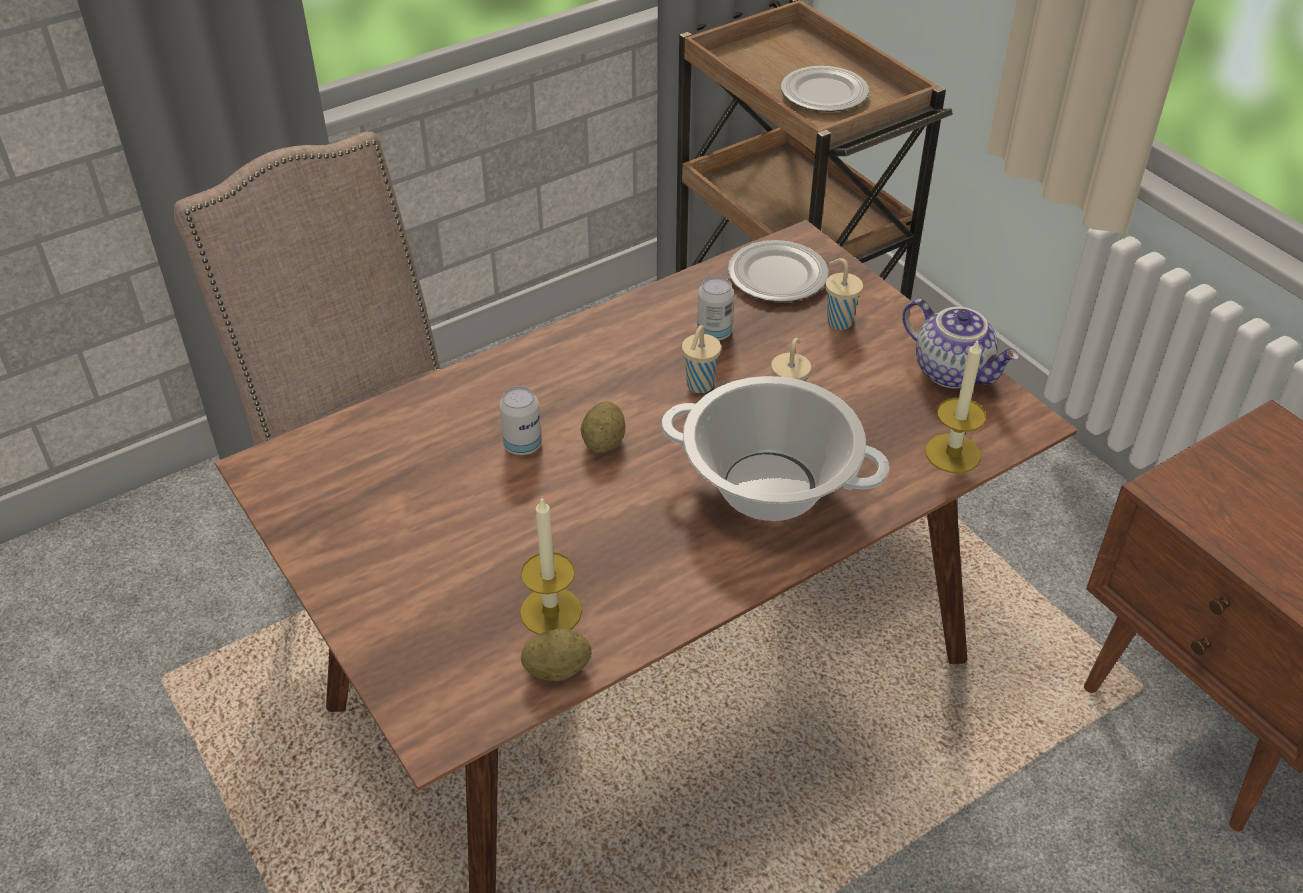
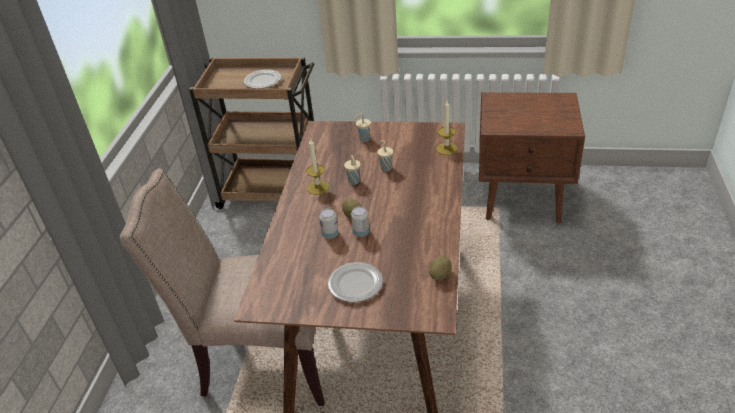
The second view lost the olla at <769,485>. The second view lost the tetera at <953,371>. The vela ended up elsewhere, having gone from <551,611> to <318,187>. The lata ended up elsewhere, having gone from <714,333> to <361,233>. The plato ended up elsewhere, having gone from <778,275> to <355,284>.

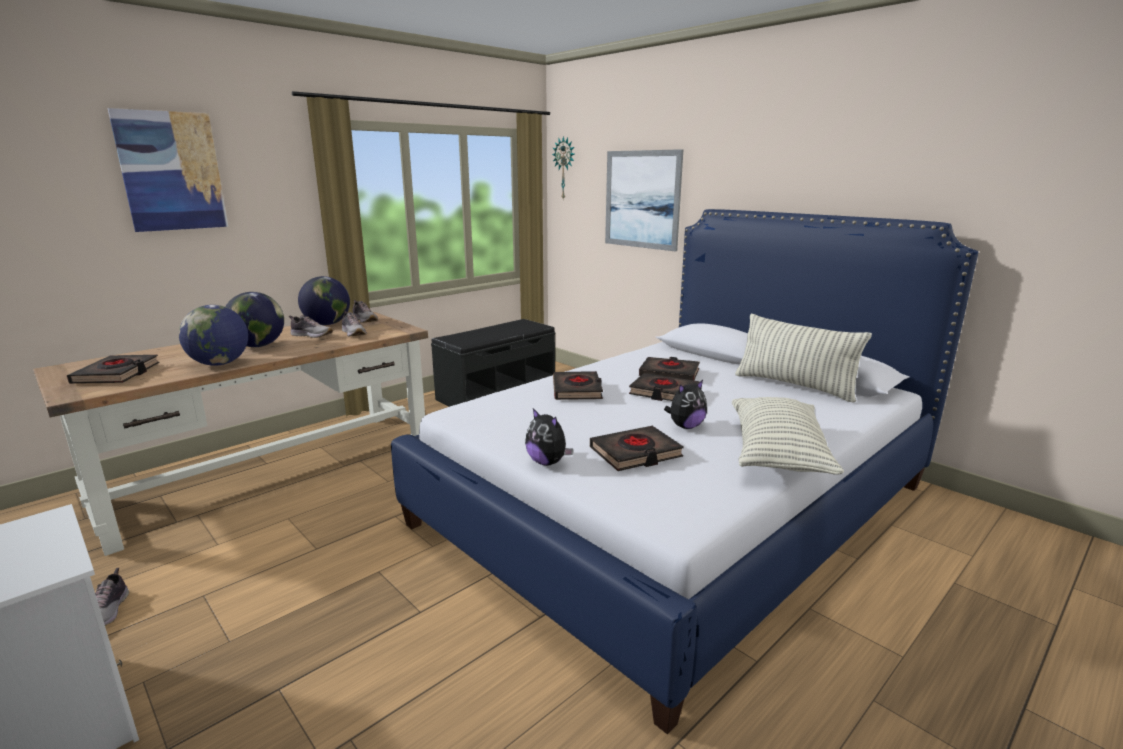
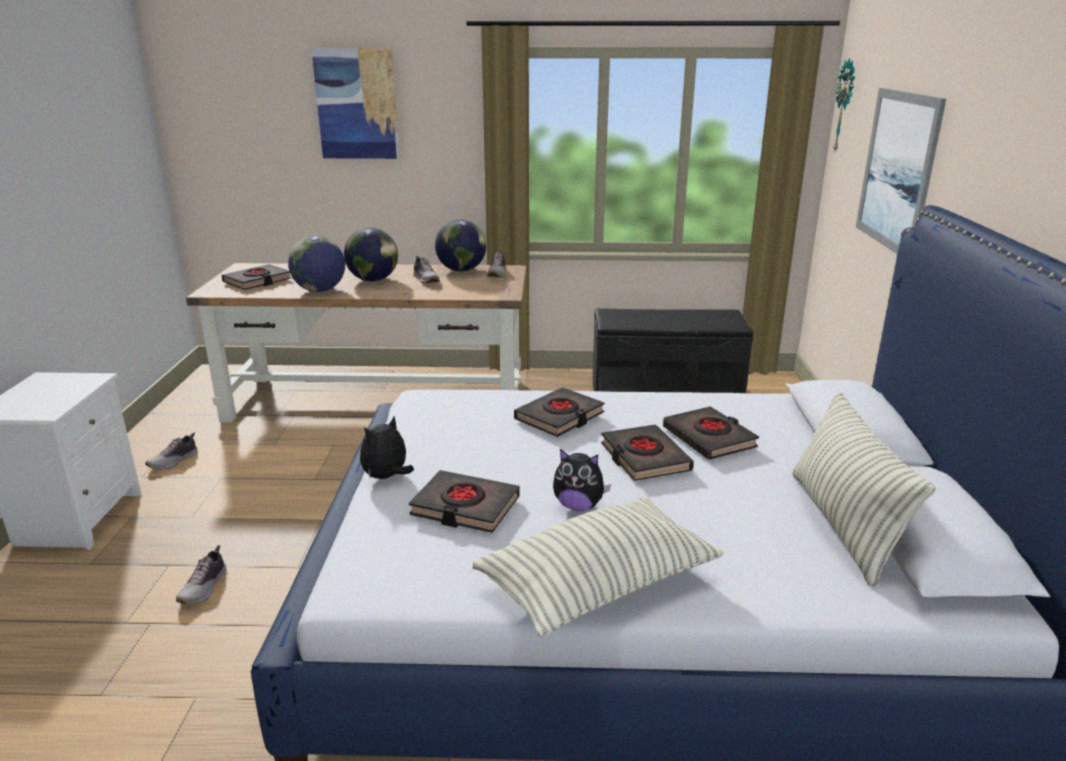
The zapato ended up elsewhere, having gone from <354,333> to <204,588>. The peluche at <547,462> ended up facing another way, 45 degrees clockwise from before.

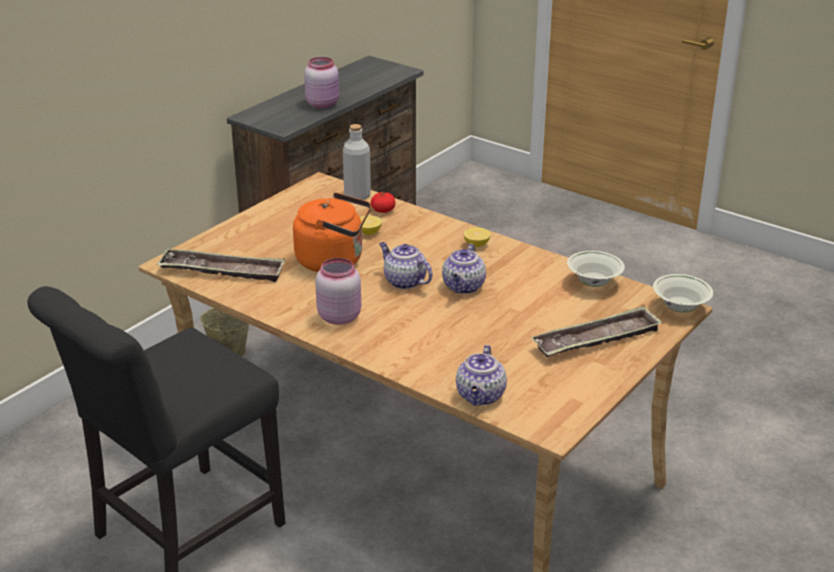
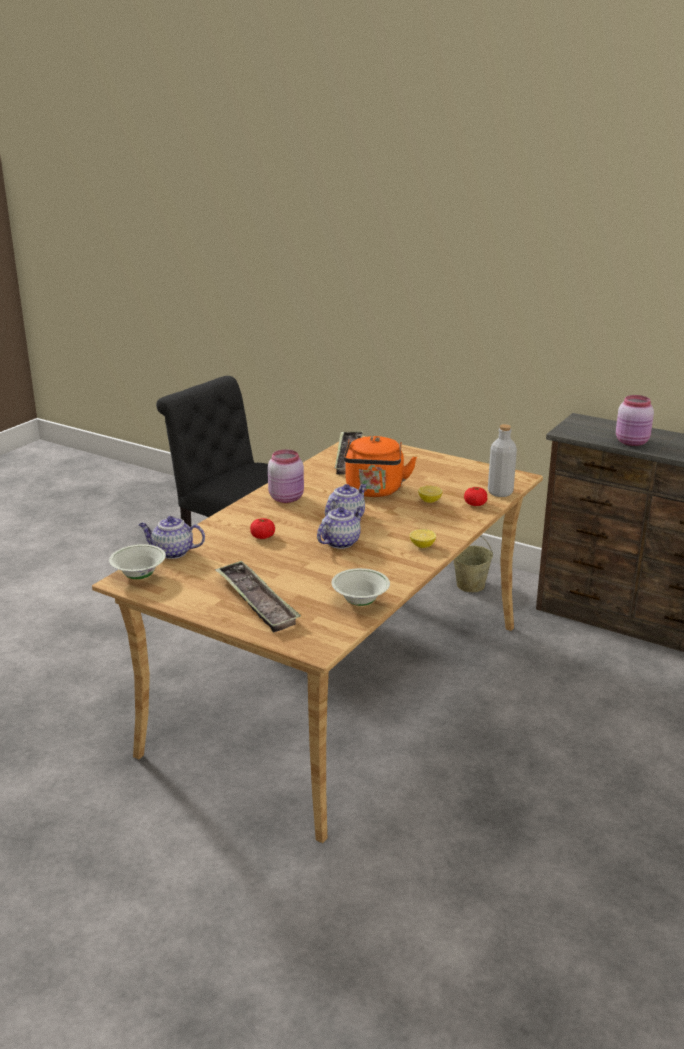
The second view gained the tomate at <262,537>. The cuenco (blanco) ended up elsewhere, having gone from <680,308> to <139,576>. The tetera at <463,287> ended up facing another way, 120 degrees clockwise from before.

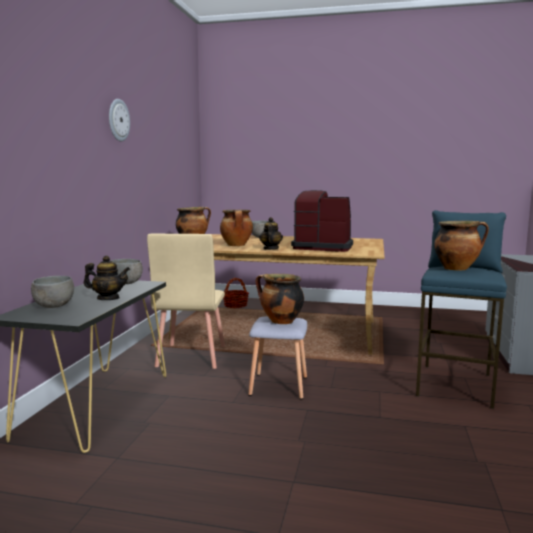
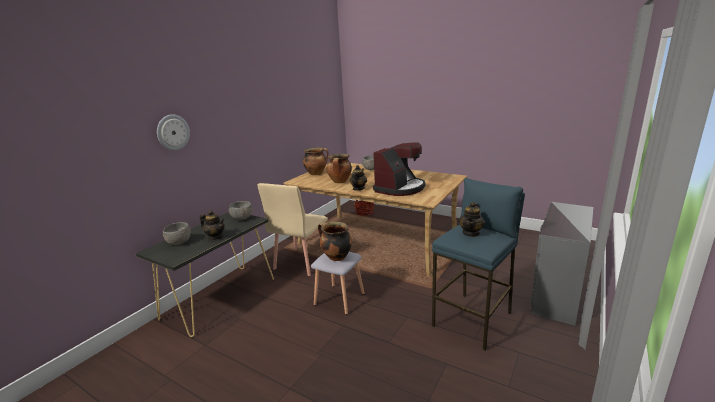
The reloj de pared ended up elsewhere, having gone from <118,120> to <173,132>. Where the olla stood at <457,268>, the tetera came to stand at <471,233>. The cafetera at <322,247> ended up facing another way, 90 degrees clockwise from before.

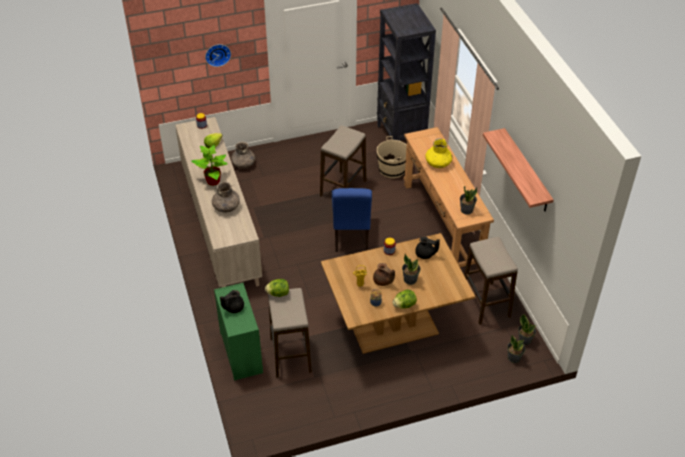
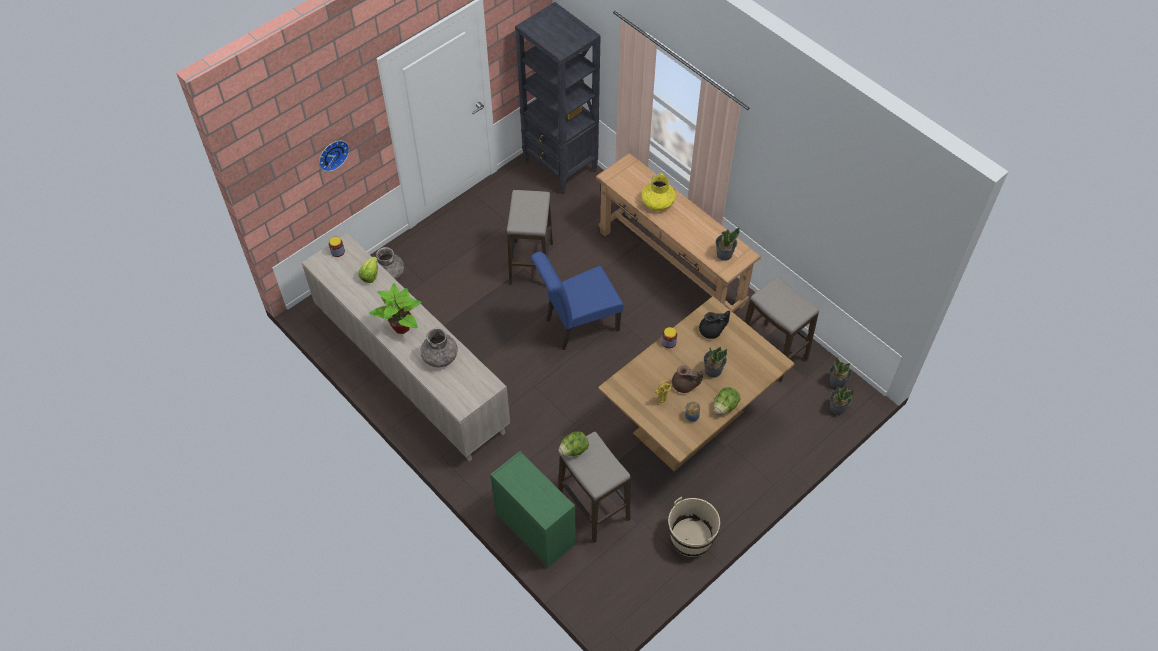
The second view lost the tetera (negro) at <233,308>. The second view lost the estante at <526,171>. The cubo (beis) ended up elsewhere, having gone from <392,169> to <691,538>. The silla (azul) at <351,237> ended up facing another way, 90 degrees clockwise from before.

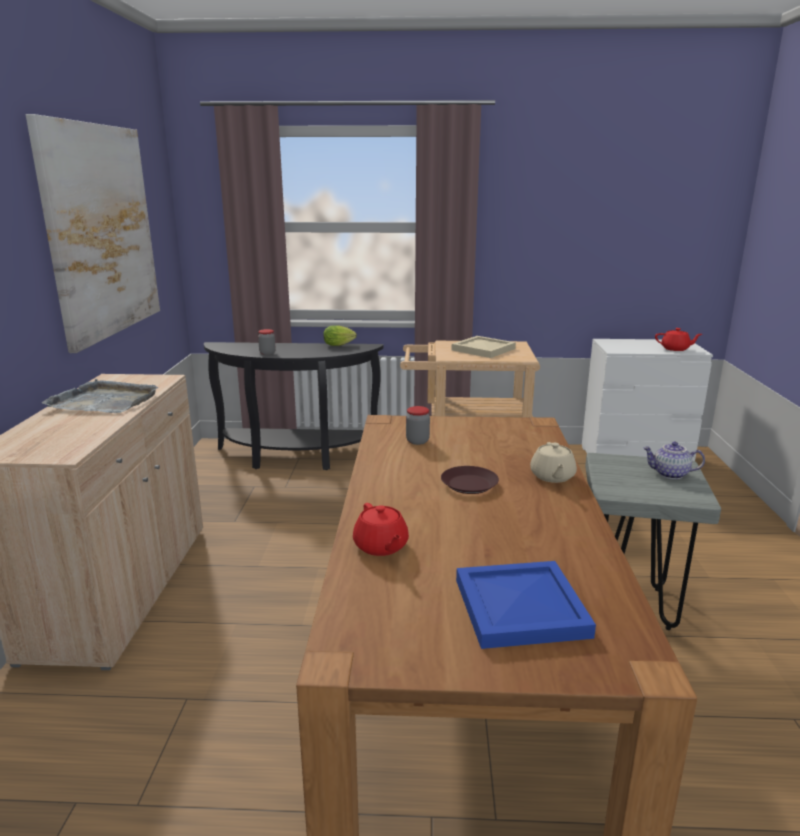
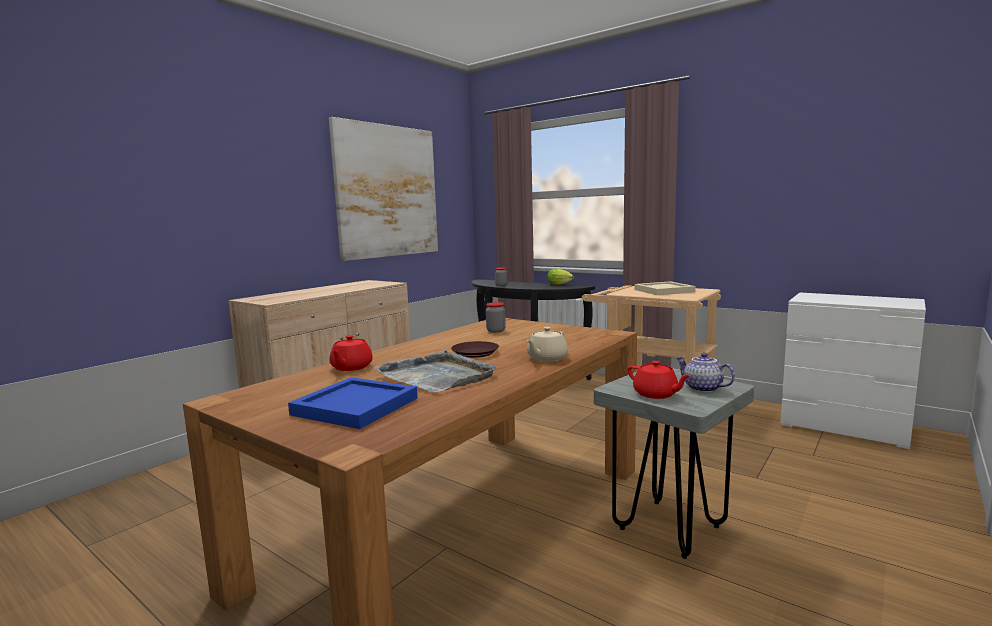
The bandeja (gris) ended up elsewhere, having gone from <104,401> to <438,376>. The tetera (rojo) ended up elsewhere, having gone from <675,349> to <656,394>.

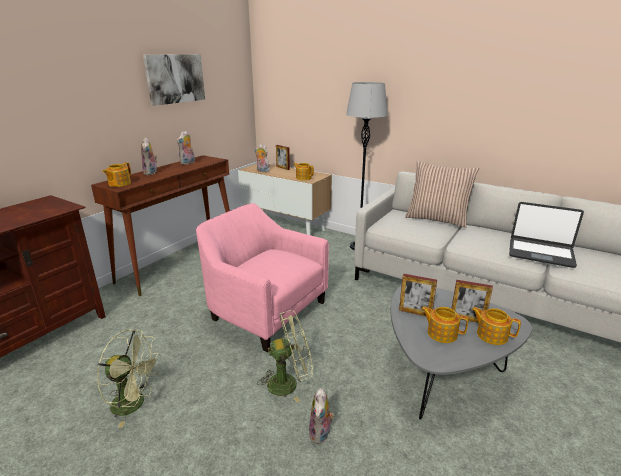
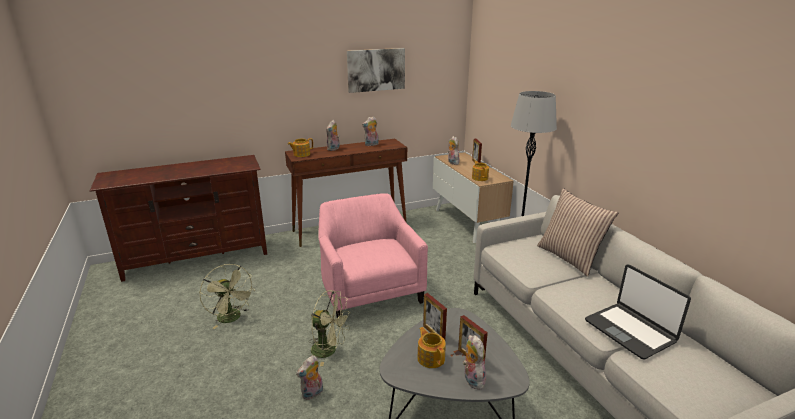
Where the tetera stood at <491,335>, the peluche came to stand at <472,379>.

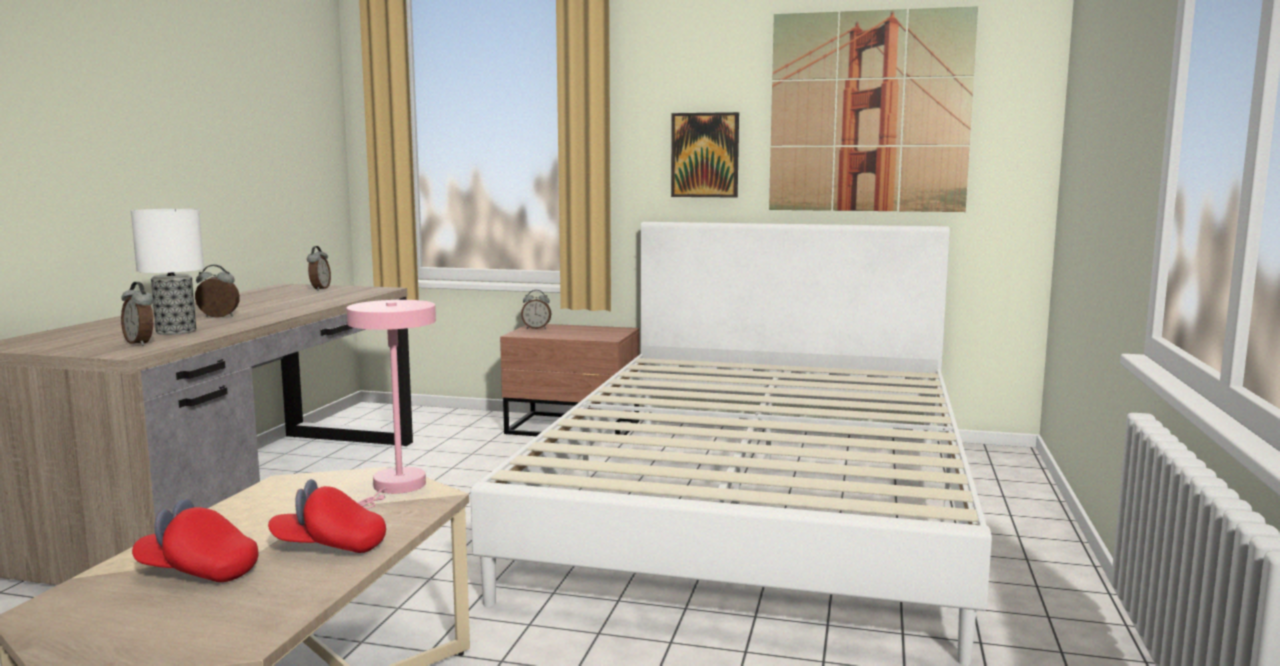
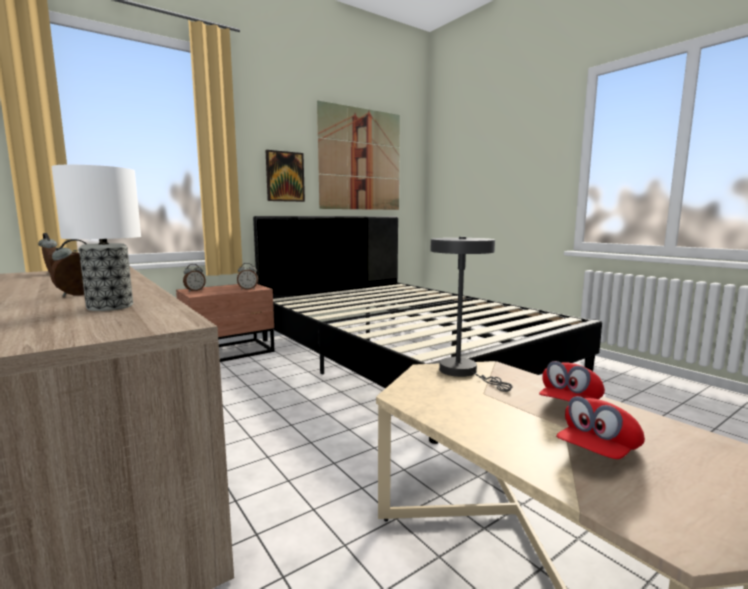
The despertador ended up elsewhere, having gone from <141,343> to <248,289>. What was the lámpara de mesa (rosa) at <395,488> turned into the lámpara de mesa (gris) at <463,372>. What was the cama (blanco) at <759,505> turned into the cama (negro) at <405,356>.

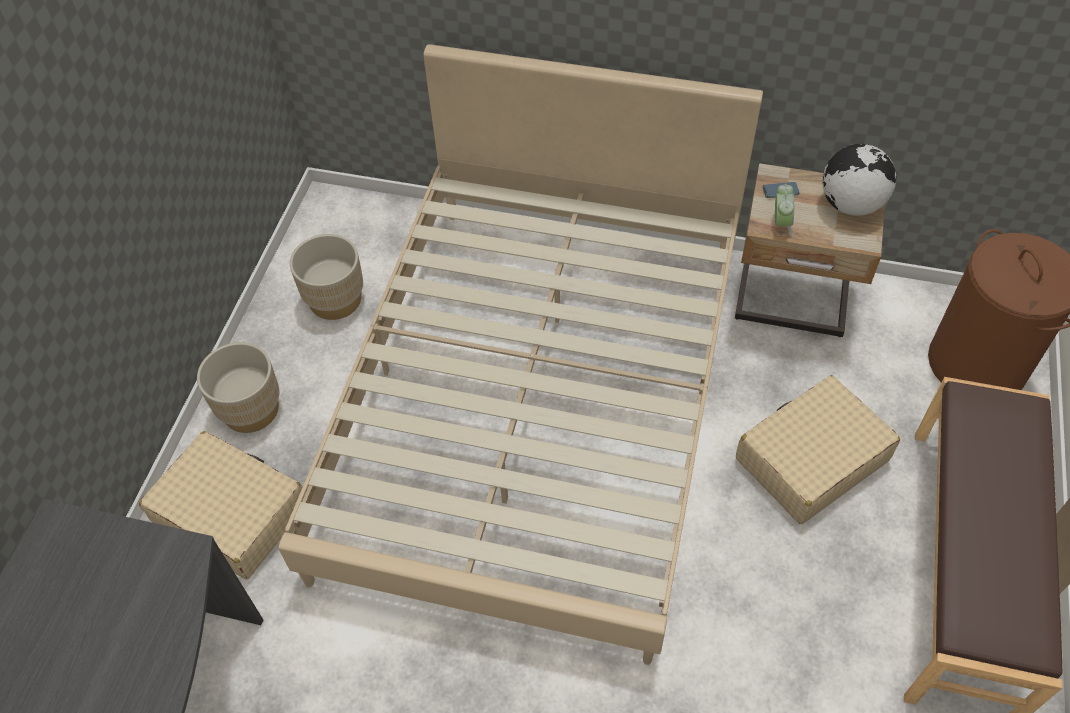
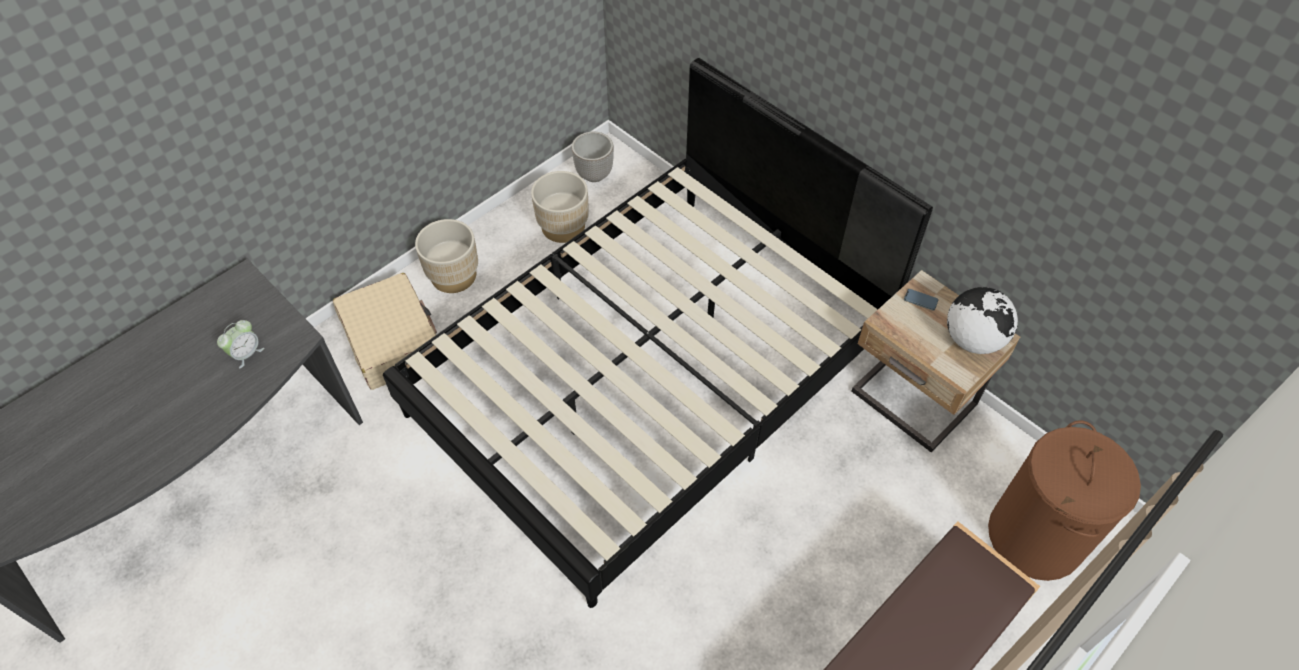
The second view lost the maleta (beis) at <811,460>. The second view gained the maceta at <594,175>. The despertador ended up elsewhere, having gone from <781,223> to <246,354>. What was the cama (beis) at <538,404> turned into the cama (negro) at <650,376>.

